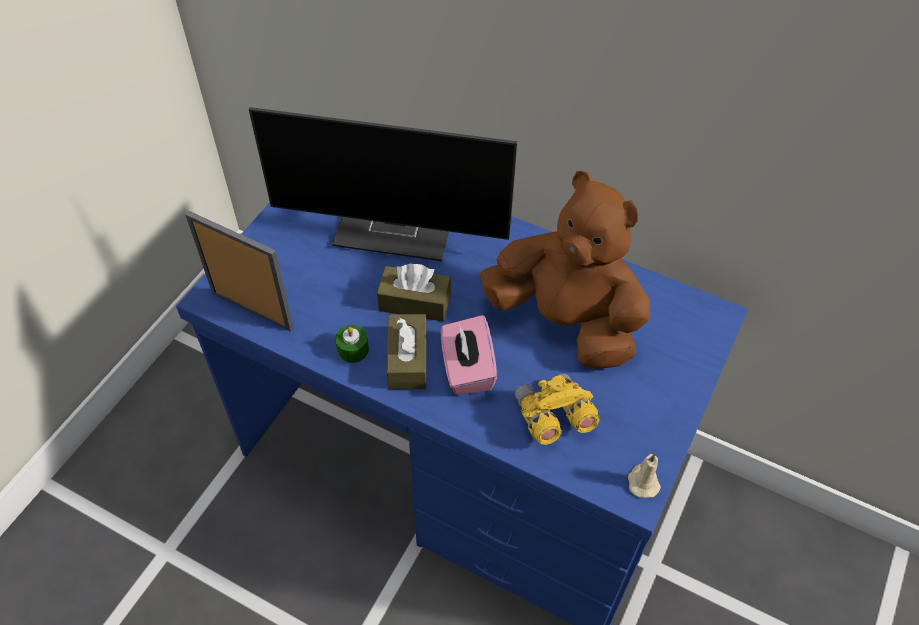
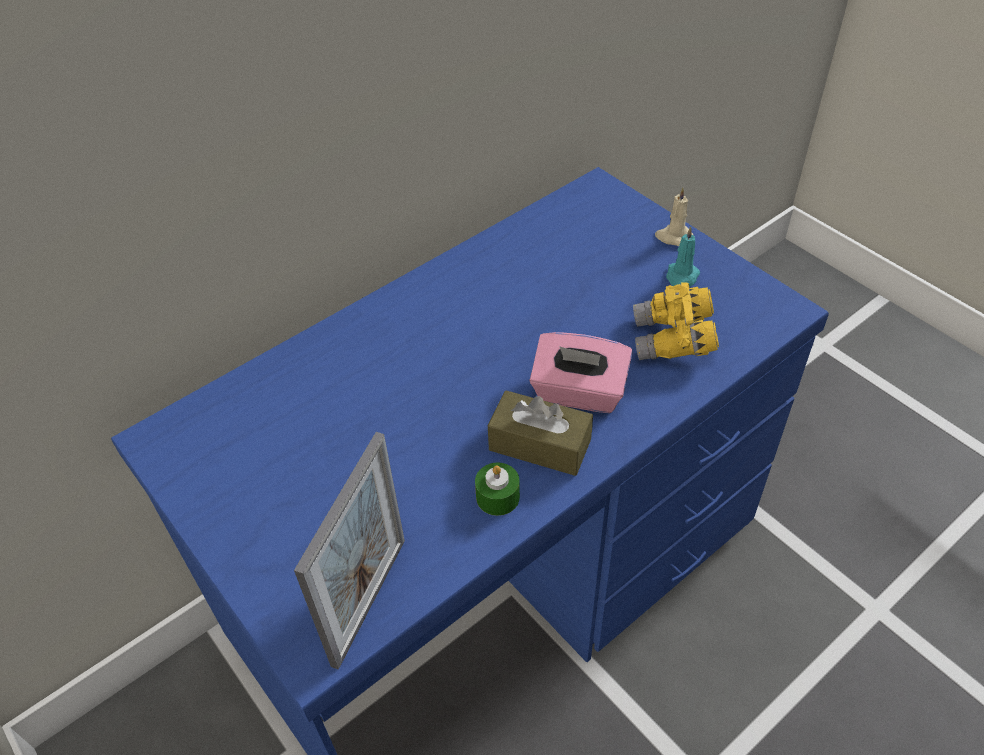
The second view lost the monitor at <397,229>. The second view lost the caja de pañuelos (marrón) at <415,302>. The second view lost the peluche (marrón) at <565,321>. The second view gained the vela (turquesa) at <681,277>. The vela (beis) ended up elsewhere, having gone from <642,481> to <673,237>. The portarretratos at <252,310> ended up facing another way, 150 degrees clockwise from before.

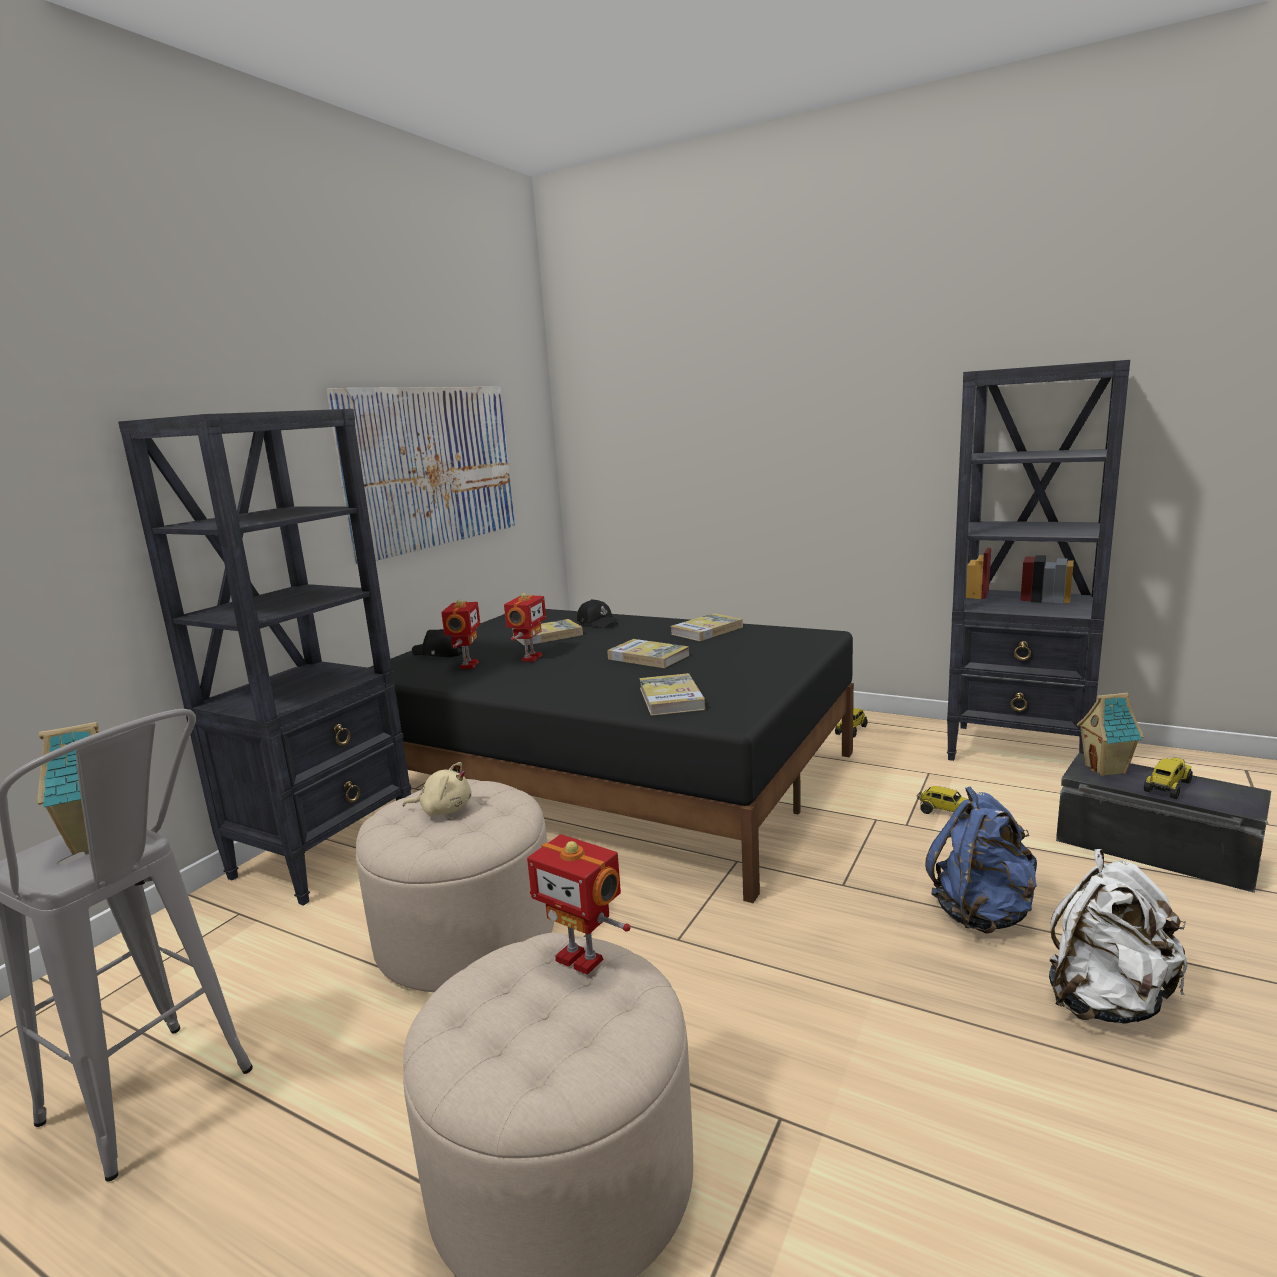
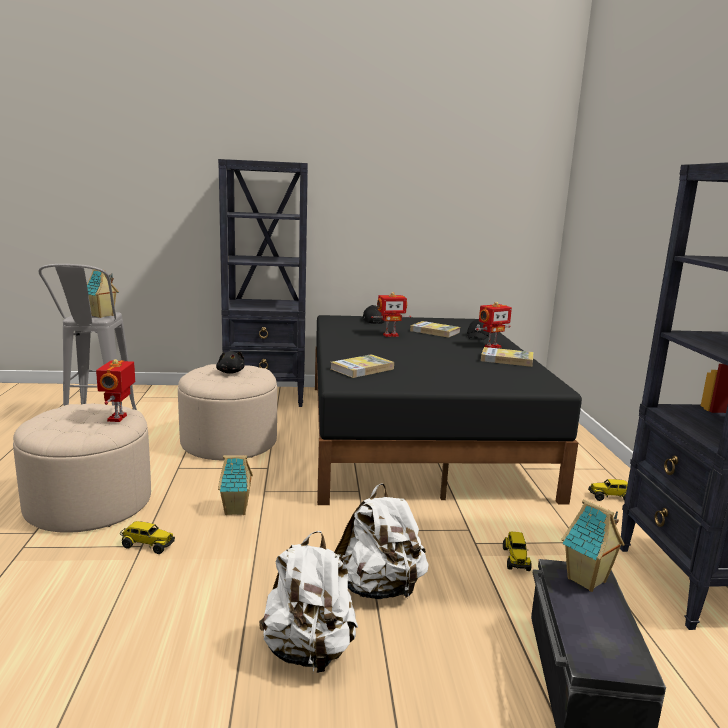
The second view lost the cuadro at <431,467>. The second view lost the libro at <648,657>. The second view gained the casita at <237,510>. The robot de juguete ended up elsewhere, having gone from <467,665> to <492,347>. The camión de juguete ended up elsewhere, having gone from <1167,787> to <147,545>. What was the peluche (beis) at <444,810> turned into the peluche (negro) at <230,372>. What was the mochila (azul) at <982,913> turned into the mochila (blanco) at <379,589>.

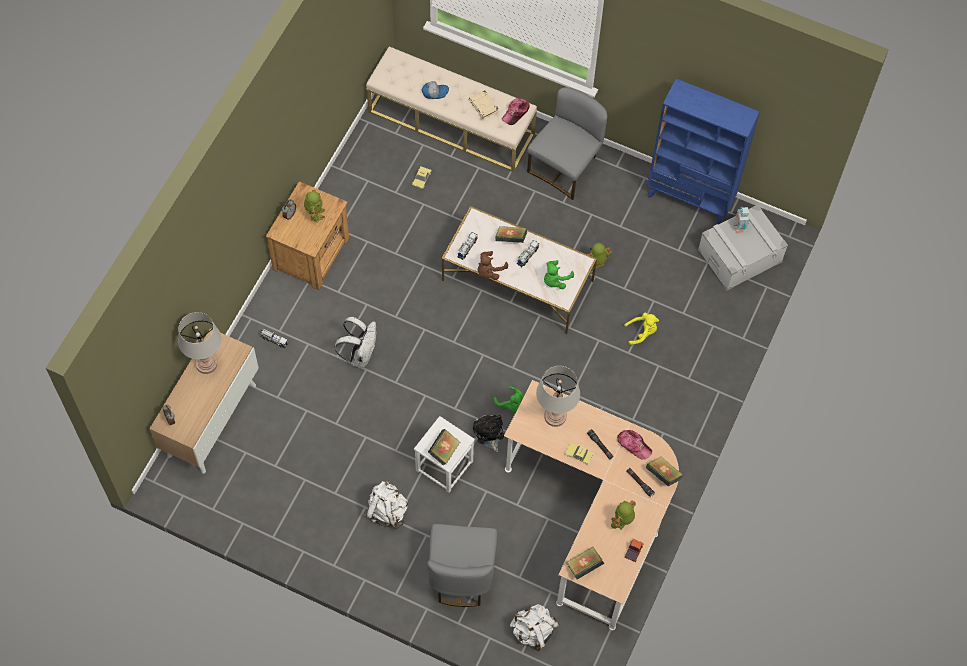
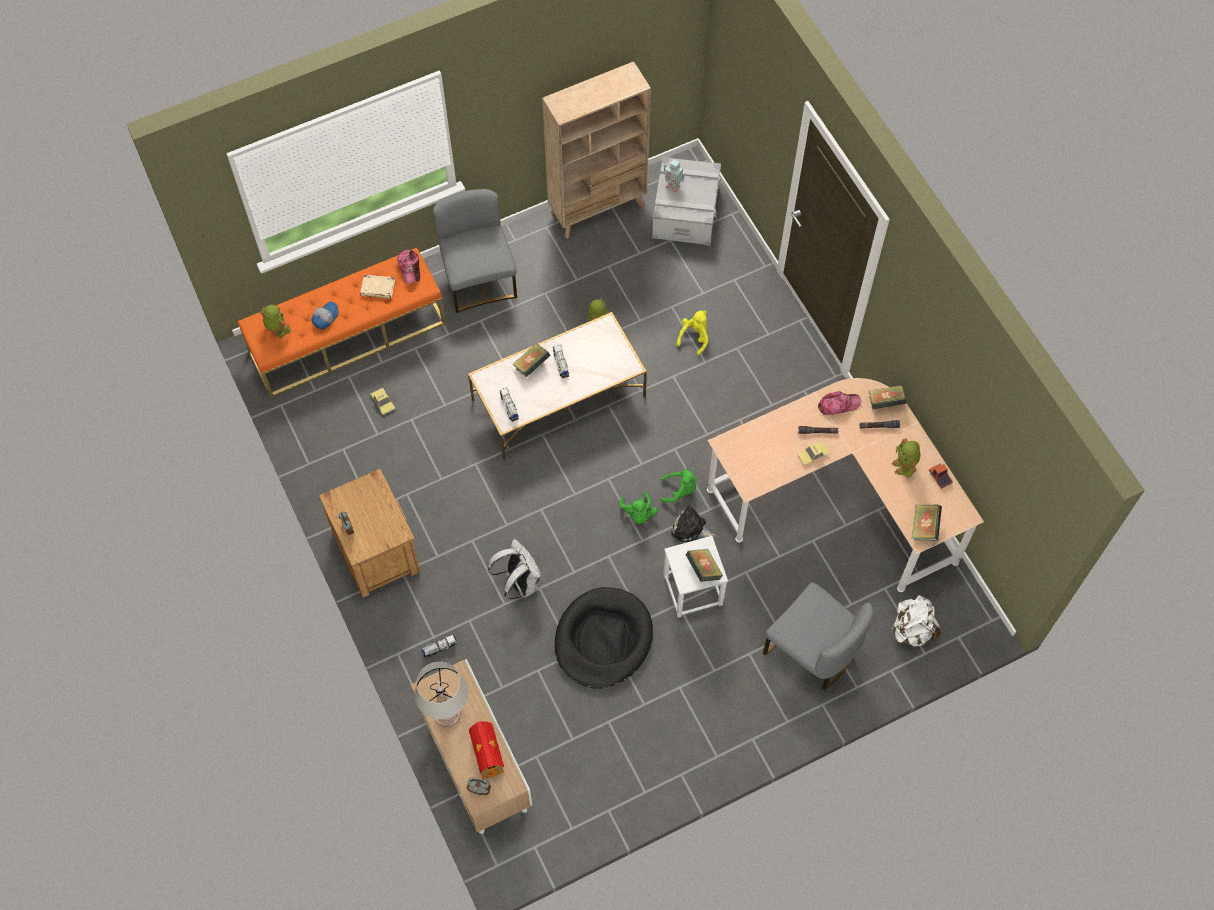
The second view lost the mochila (blanco) at <387,511>. The second view lost the peluche (marrón) at <489,271>. The second view lost the lámpara de mesa (gris) at <555,416>. The second view gained the casita at <487,753>. The second view gained the cama para perro (negro) at <603,639>. The robot de juguete ended up elsewhere, having gone from <315,213> to <277,330>. The peluche (verde) ended up elsewhere, having gone from <555,280> to <638,513>. What was the banco (beis) at <451,122> turned into the banco (naranja) at <348,337>. What was the estantería (azul) at <690,199> turned into the estantería (beis) at <598,208>.

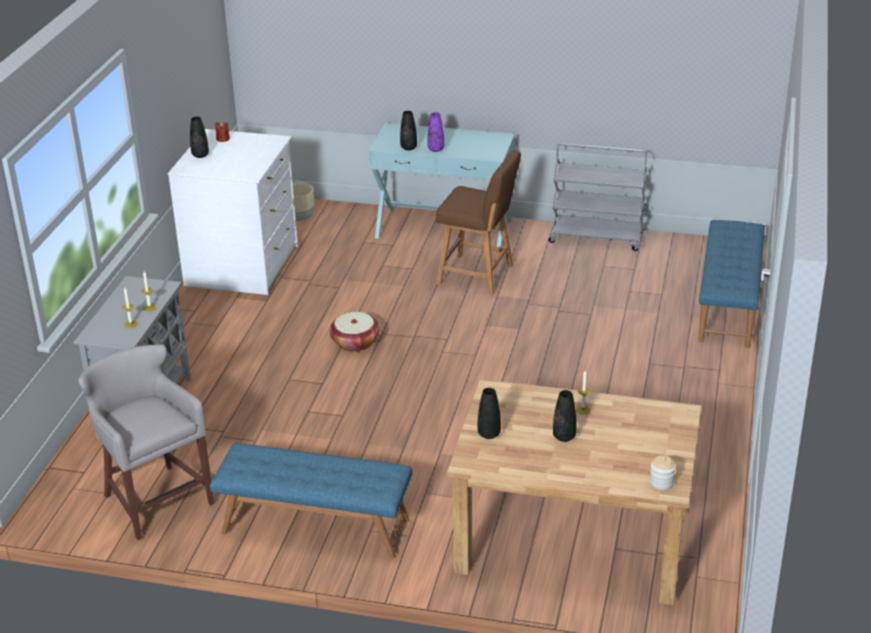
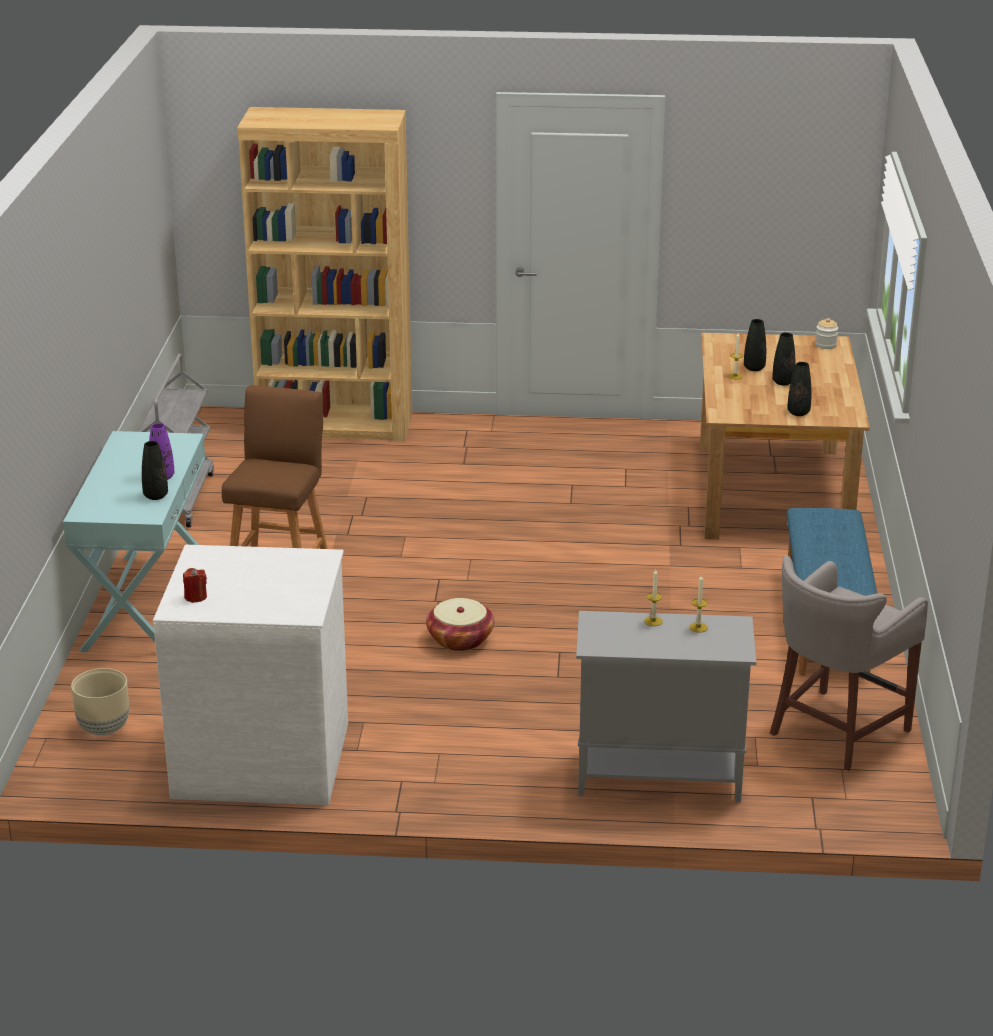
The florero (negro) ended up elsewhere, having gone from <200,155> to <754,368>. Where the banco (azul) stood at <729,305>, the estantería (marrón) came to stand at <336,425>.

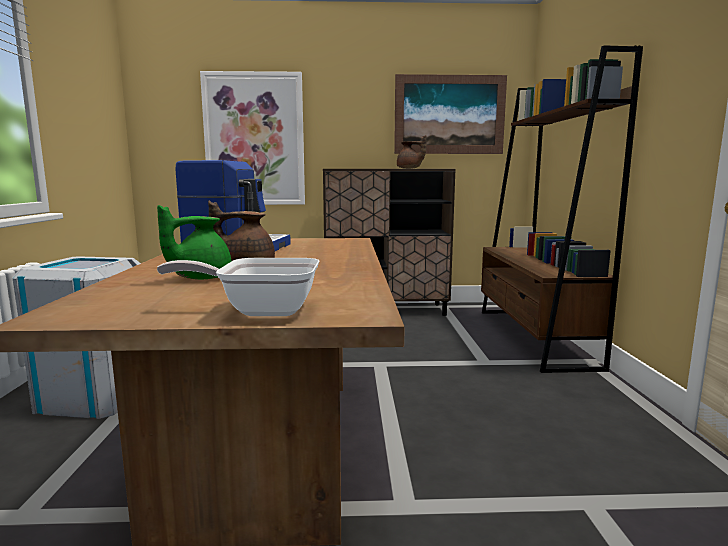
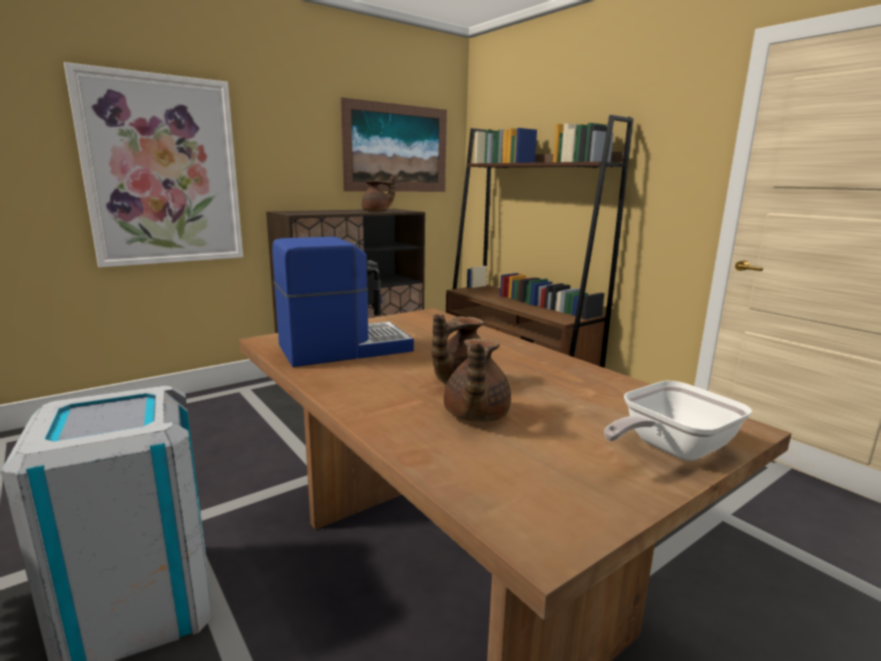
What was the tetera (verde) at <200,278> turned into the tetera (marrón) at <475,415>.

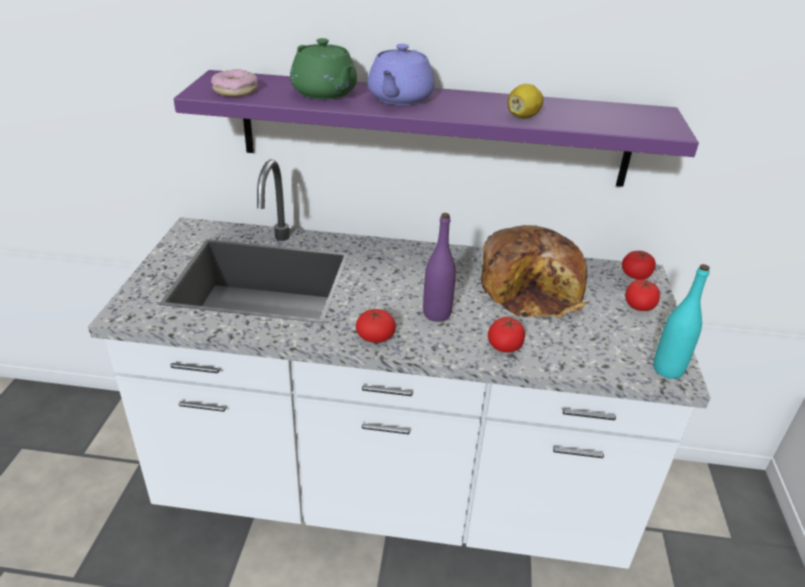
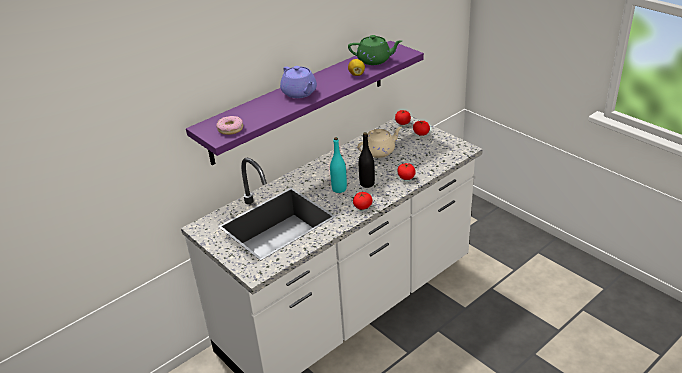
The tetera (verde) ended up elsewhere, having gone from <325,93> to <374,60>. The botella (turquesa) ended up elsewhere, having gone from <667,369> to <339,189>. Where the pan stood at <532,288>, the tetera (beis) came to stand at <379,151>. What was the botella (morado) at <436,314> turned into the botella (negro) at <367,184>.

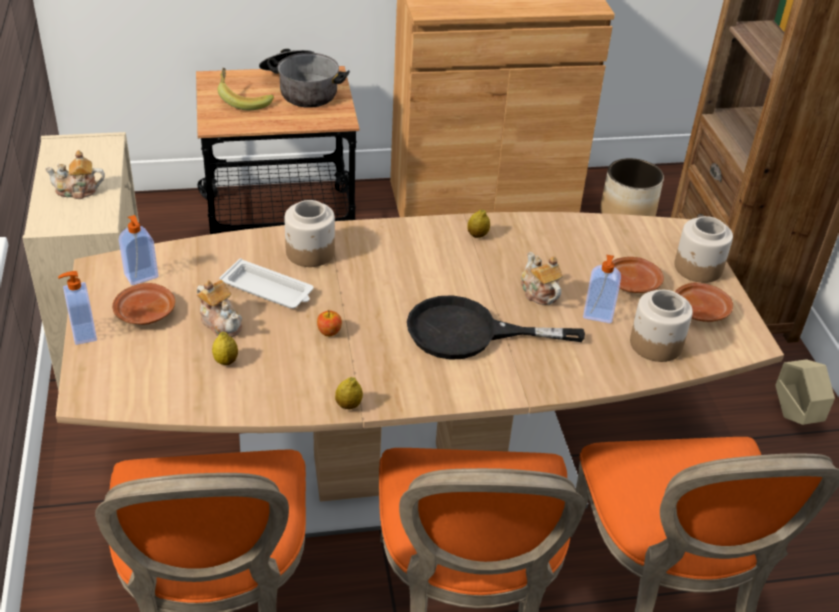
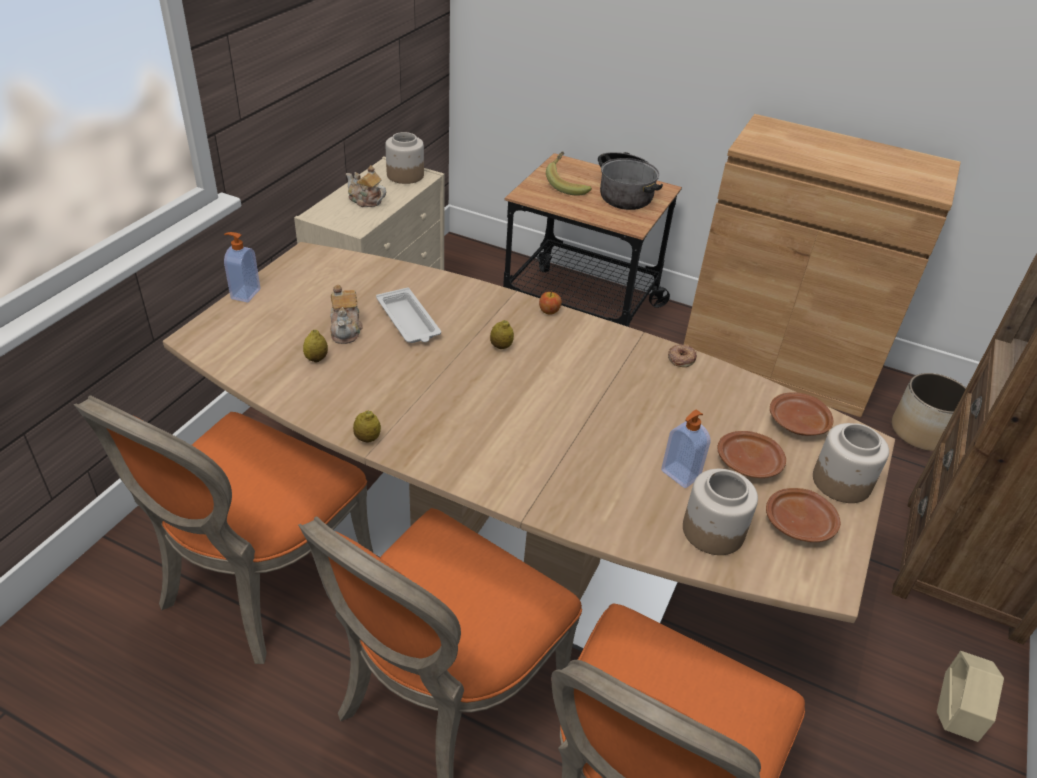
The second view lost the dispensador de jabón at <142,277>. The second view lost the sartén (negro) at <469,333>. The second view lost the tetera at <538,292>. The second view gained the rosquilla at <681,358>. The plato (marrón) ended up elsewhere, having gone from <145,313> to <797,423>. The tarro ended up elsewhere, having gone from <310,253> to <405,175>. The manzana ended up elsewhere, having gone from <329,332> to <549,311>. The limón ended up elsewhere, having gone from <477,235> to <501,346>.

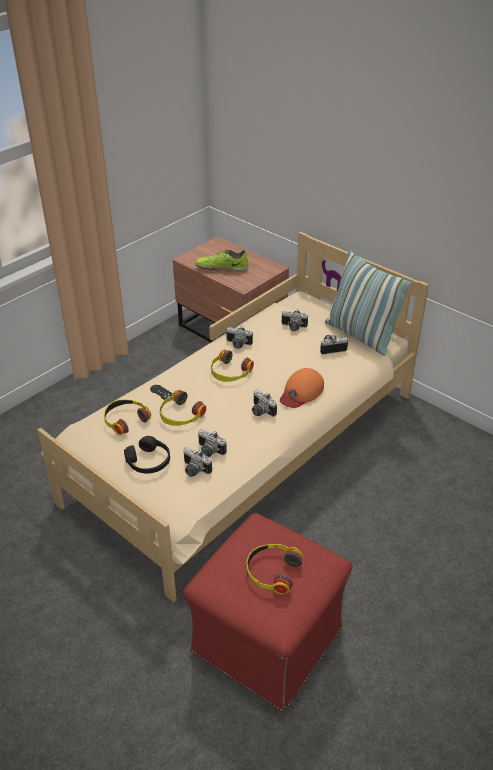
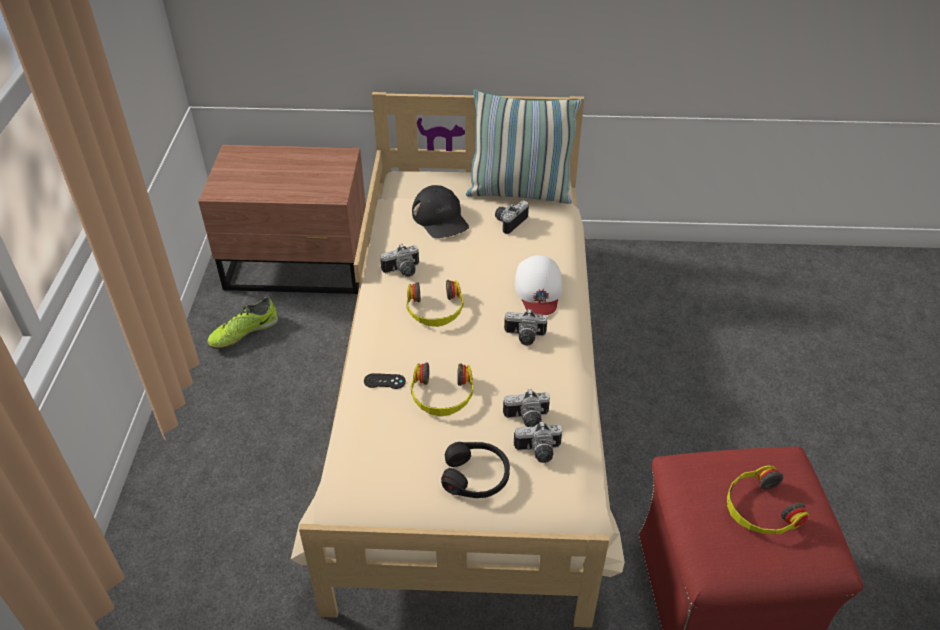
The second view lost the auriculares at <125,419>. The zapato ended up elsewhere, having gone from <221,268> to <244,333>. Where the cámara stood at <293,327>, the gorra (negro) came to stand at <440,218>. What was the gorra (naranja) at <301,392> turned into the gorra (blanco) at <538,290>.

